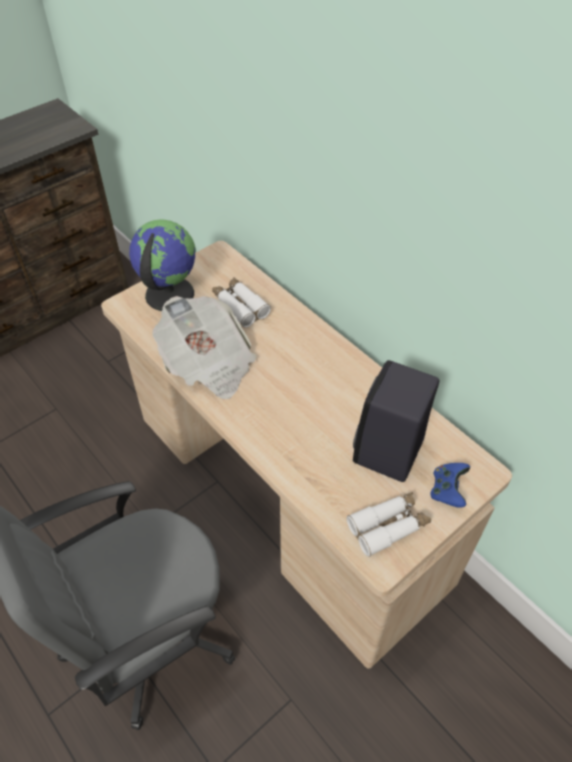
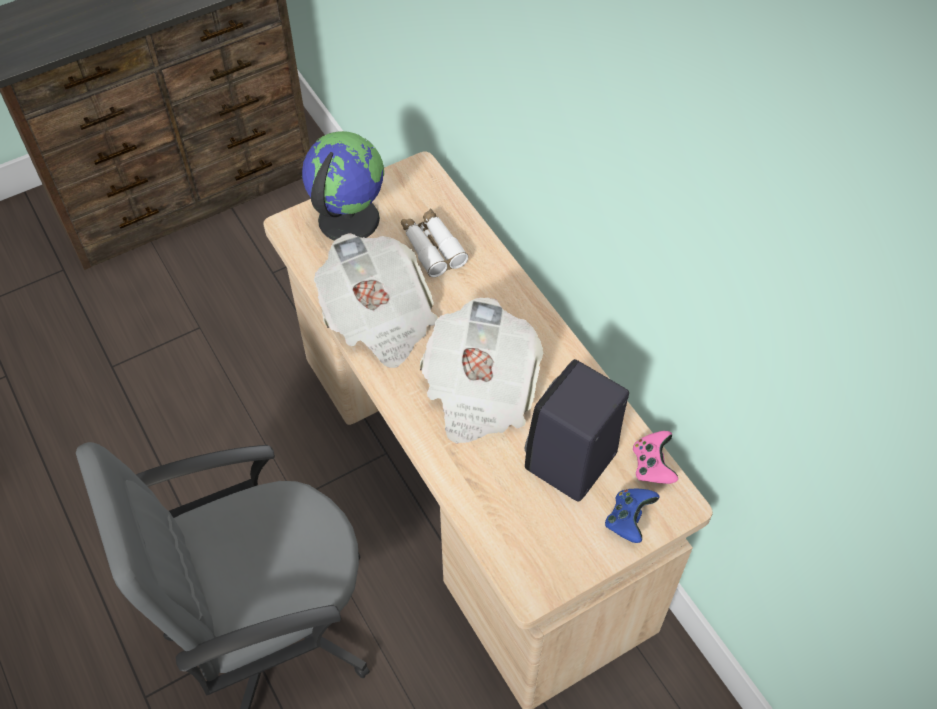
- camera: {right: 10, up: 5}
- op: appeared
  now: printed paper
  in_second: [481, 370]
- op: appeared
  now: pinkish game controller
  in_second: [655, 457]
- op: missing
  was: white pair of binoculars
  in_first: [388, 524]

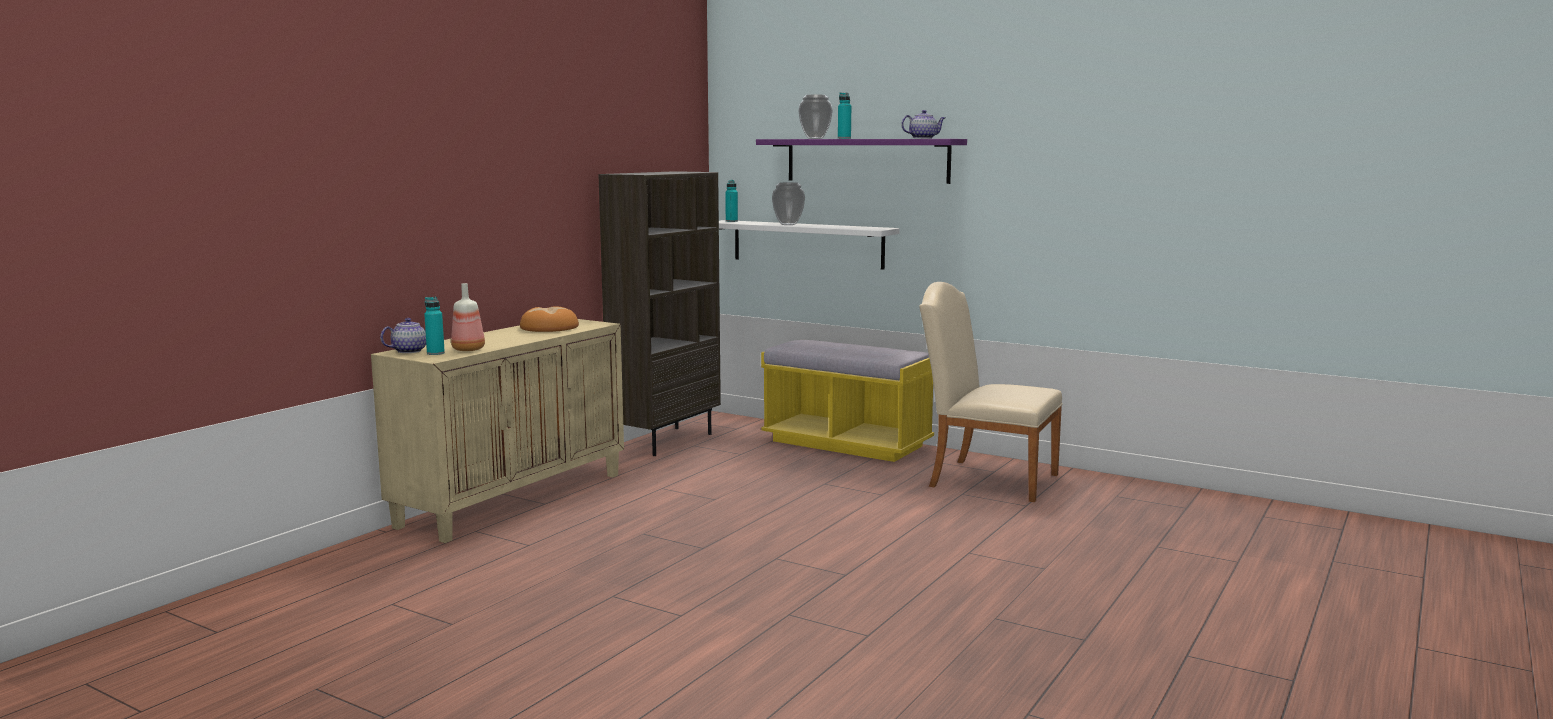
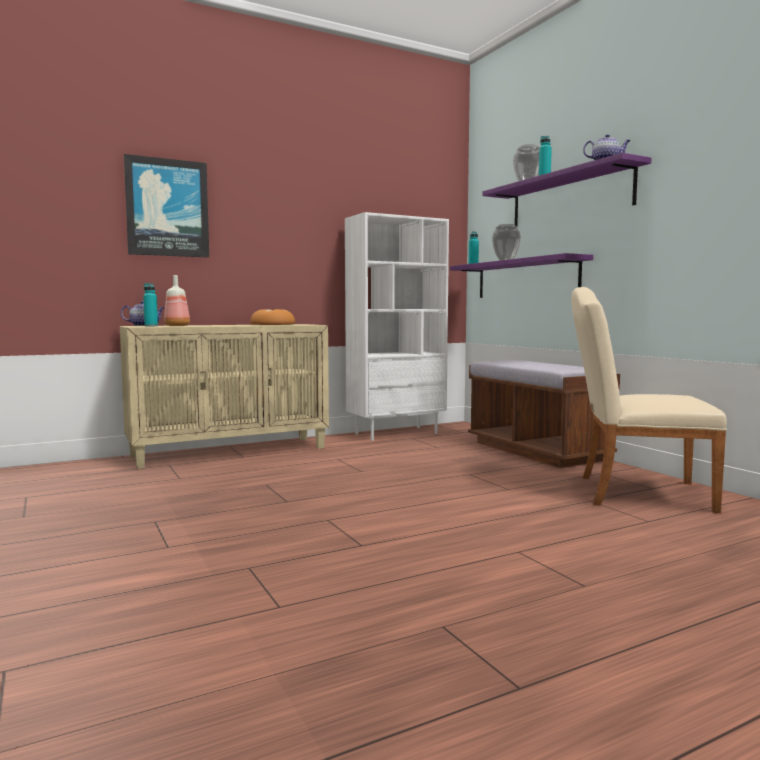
- camera: {right: 30, up: -5}
- op: appeared
  now: picture
  in_second: [166, 206]
- op: colour
  was: brown-coloured bookcase
  now: white bookcase
  in_first: [659, 313]
  in_second: [397, 326]
- op: colour
  was: white bracket shelf
  now: purple bracket shelf
  in_first: [809, 245]
  in_second: [521, 275]
- op: colour
  was: yellowish bench
  now: brown-coloured bench
  in_first: [847, 401]
  in_second: [544, 414]
- op: spun
  was: beige upright chair
  in_first: [990, 392]
  in_second: [649, 400]
  clockwise: -45

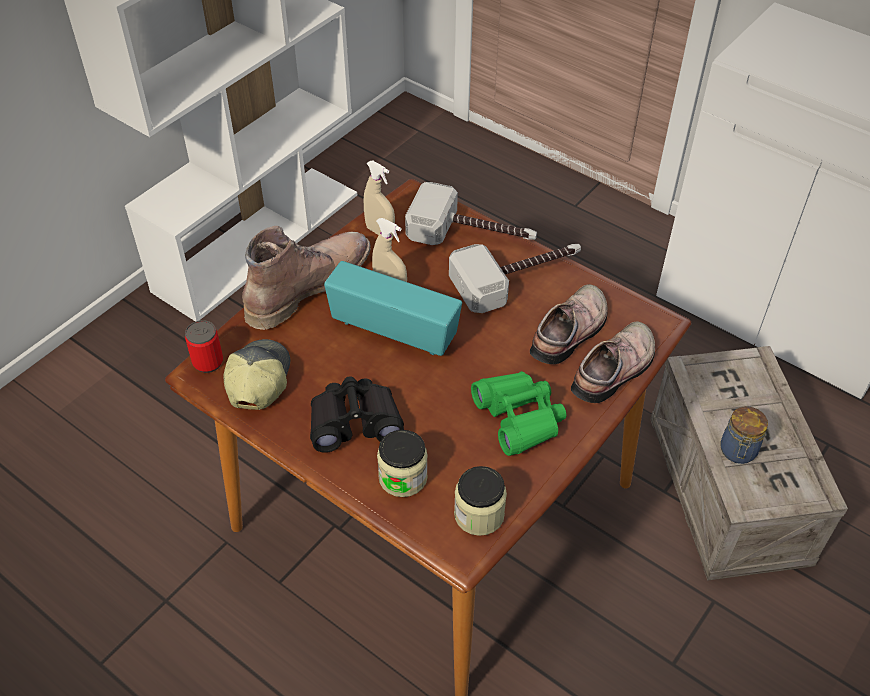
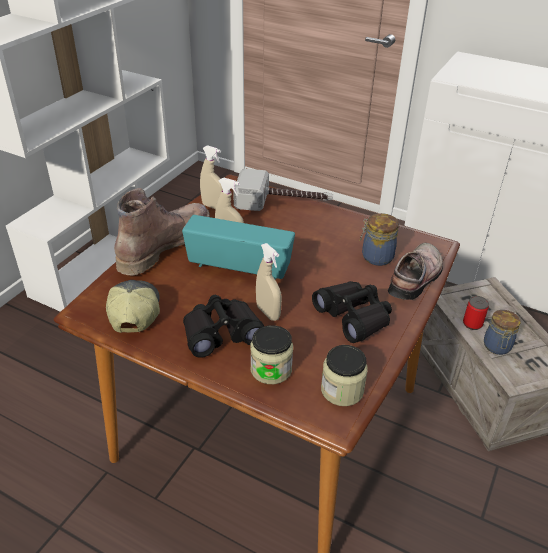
- camera: {right: -10, up: -10}
- op: appeared
  now: beige hand sprayer
  in_second: [269, 282]
- op: colour
  was: greenish pair of binoculars
  now: black-coloured pair of binoculars
  in_first: [519, 413]
  in_second: [352, 312]
- op: exchanged
  was: item of footwear
  now: preserve jar
  in_first: [569, 324]
  in_second: [379, 239]
- op: relocated
  was: can
  in_first: [204, 346]
  in_second: [476, 313]
- op: missing
  was: hand hammer
  in_first: [515, 278]

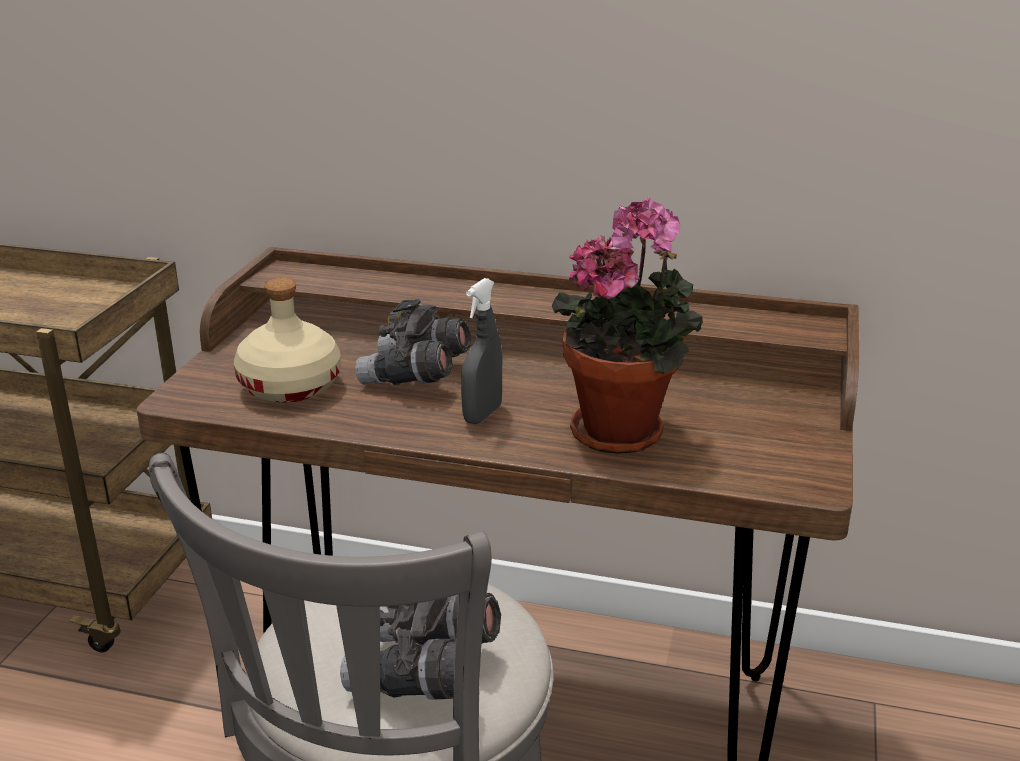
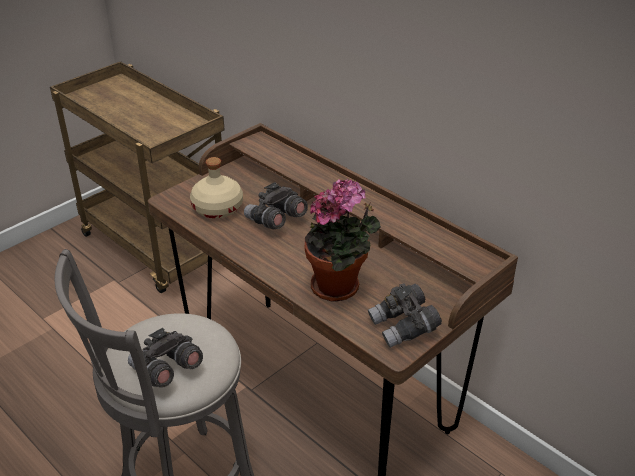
- camera: {right: 30, up: 10}
- op: appeared
  now: greyish pair of binoculars
  in_second: [405, 316]
- op: missing
  was: greyish hand sprayer
  in_first: [481, 351]

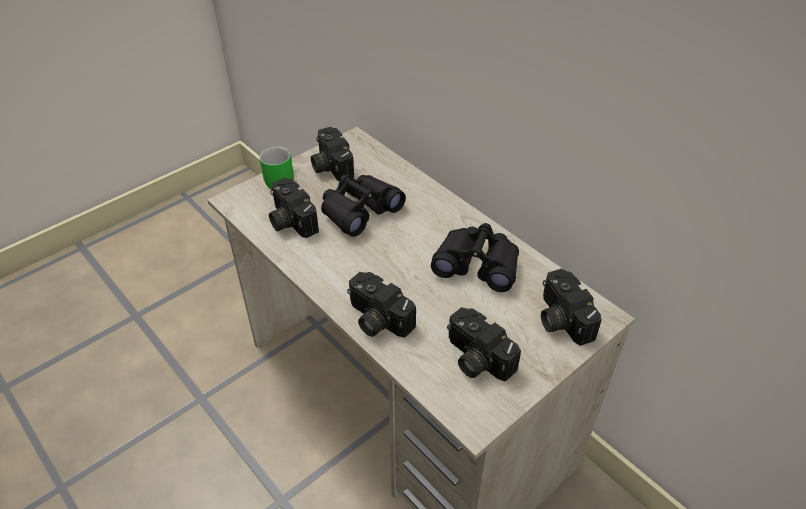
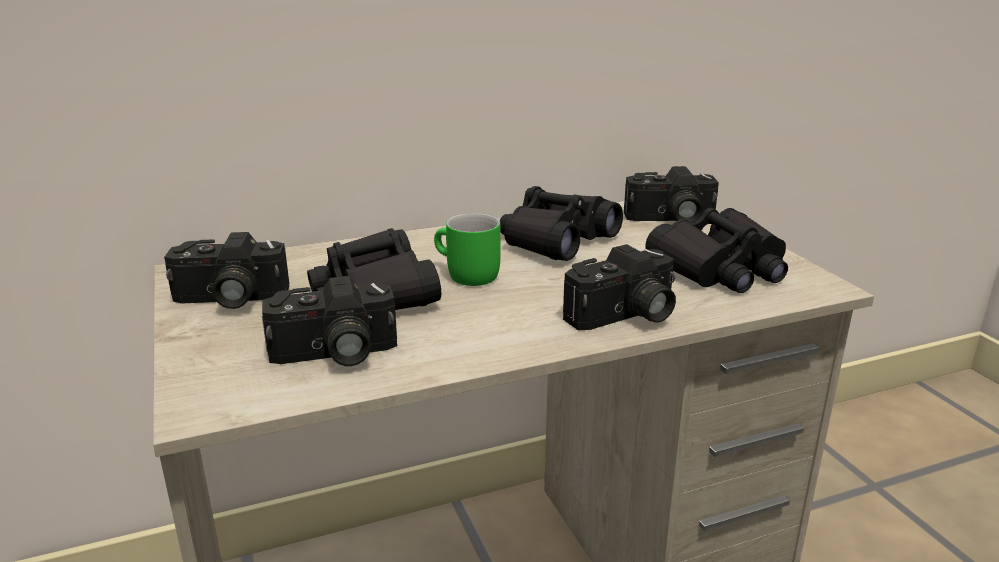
- camera: {right: -70, up: -20}
- op: relocated
  was: greenish mug
  in_first: [276, 168]
  in_second: [467, 249]
- op: exchanged
  was: still camera
  now: black-coloured pair of binoculars
  in_first: [484, 344]
  in_second: [716, 250]

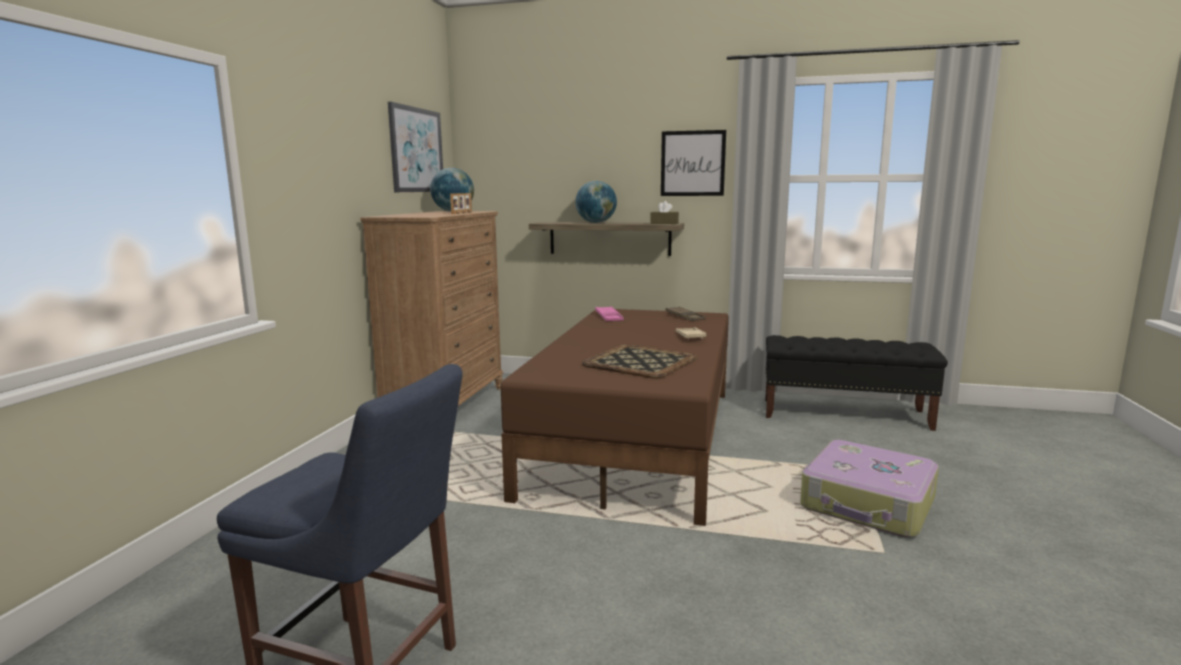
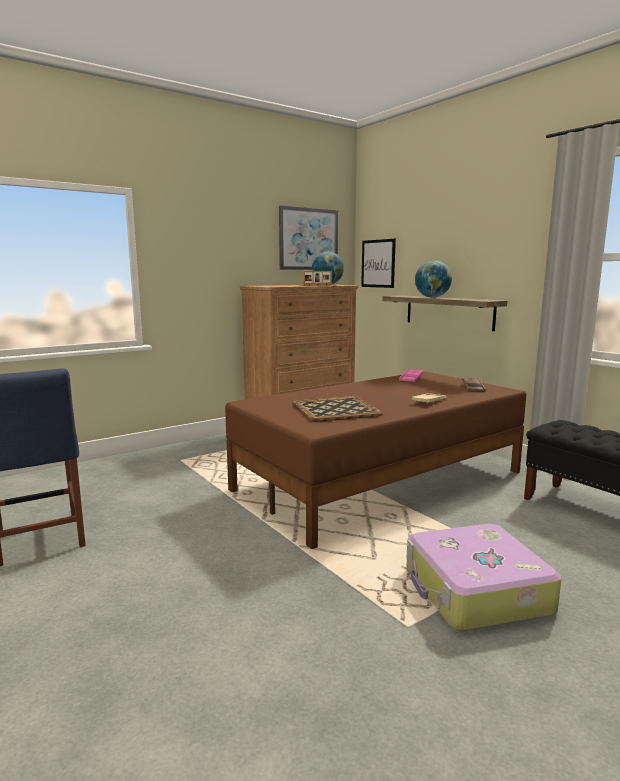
- camera: {right: 40, up: 0}
- op: relocated
  was: picture
  in_first: [693, 163]
  in_second: [378, 263]
- op: missing
  was: brown-coloured tissue holder
  in_first: [664, 212]

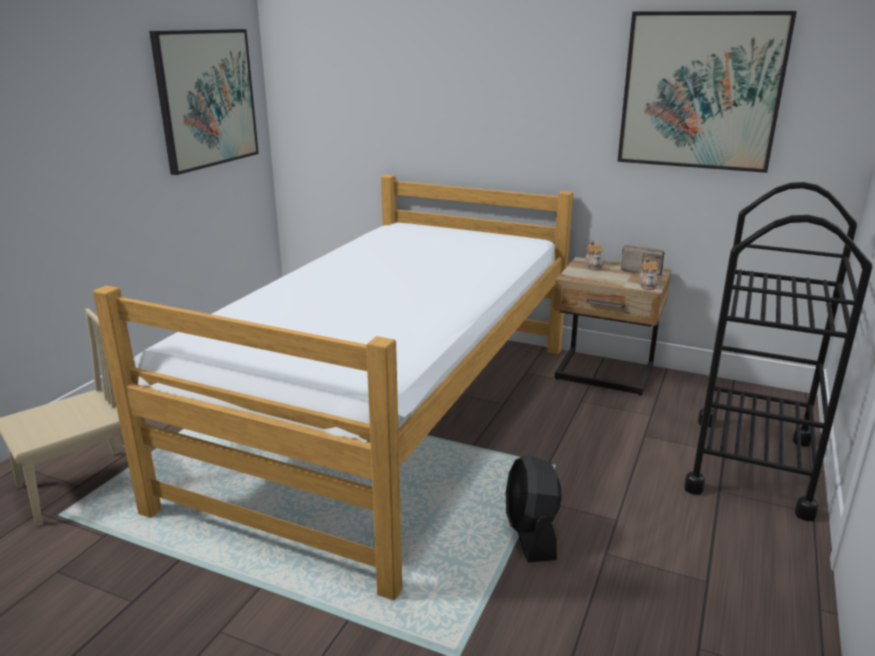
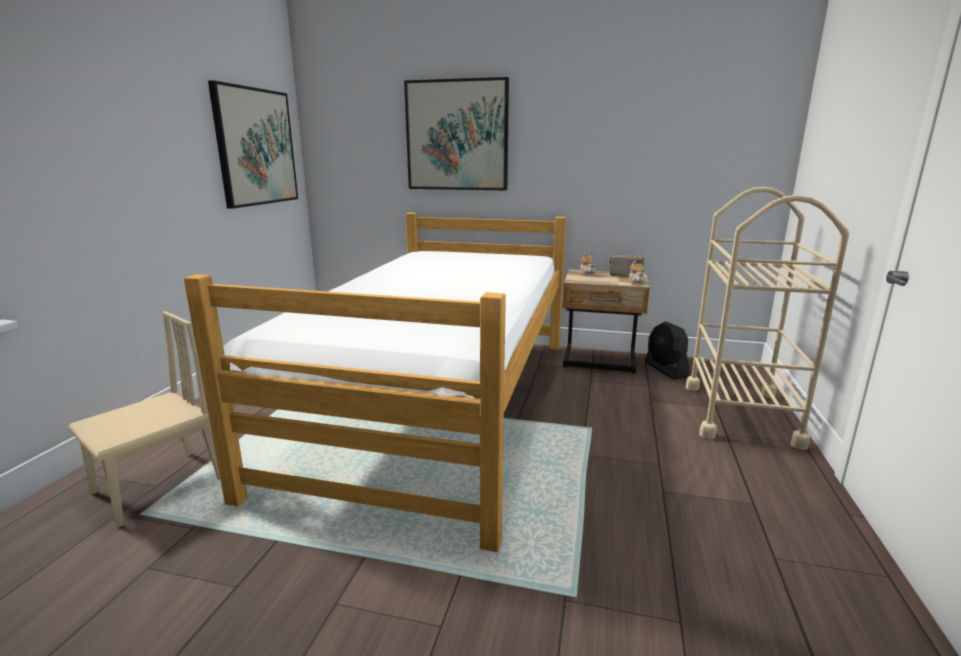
- camera: {right: -10, up: -5}
- op: relocated
  was: picture
  in_first: [707, 92]
  in_second: [456, 133]
- op: relocated
  was: black-coloured electric fan
  in_first: [534, 509]
  in_second: [667, 350]
- op: colour
  was: black-coloured cart
  now: beige cart
  in_first: [778, 351]
  in_second: [767, 318]

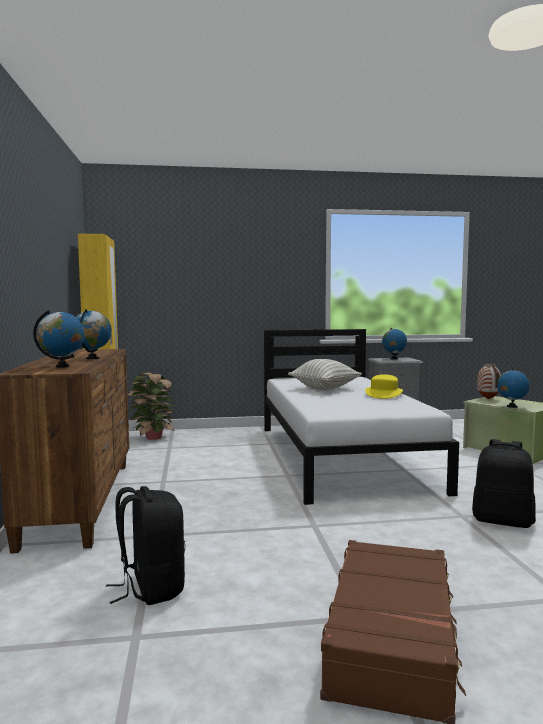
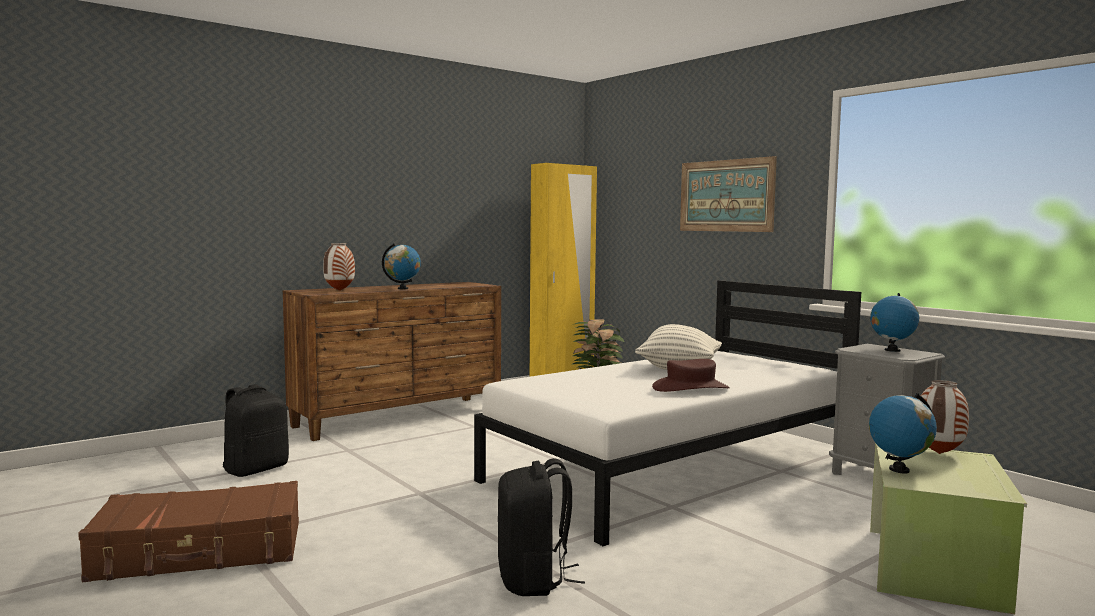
- camera: {right: 60, up: 0}
- op: exchanged
  was: desk globe
  now: decorative vase
  in_first: [58, 339]
  in_second: [339, 267]
- op: colour
  was: yellowish wearable hat
  now: brown-coloured wearable hat
  in_first: [384, 386]
  in_second: [691, 375]
- op: appeared
  now: picture
  in_second: [728, 194]

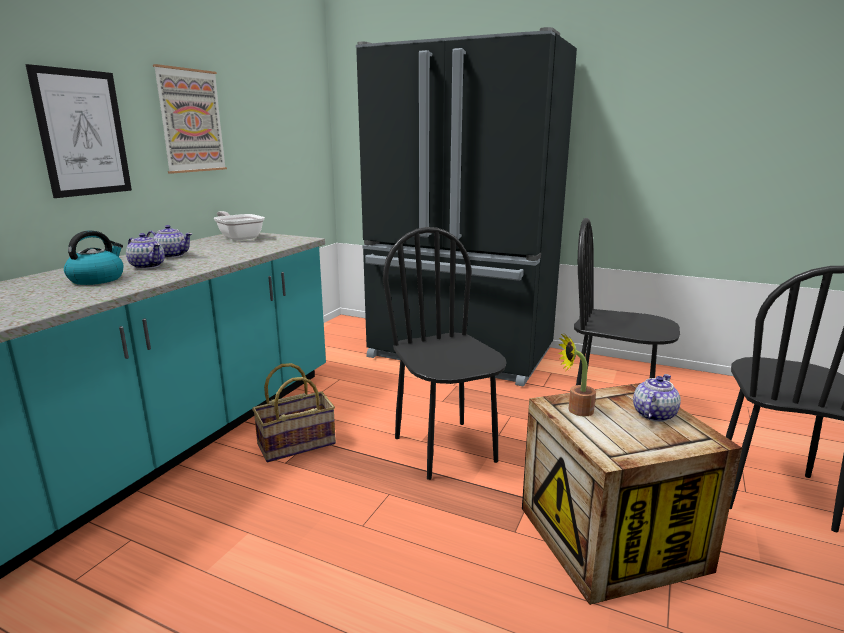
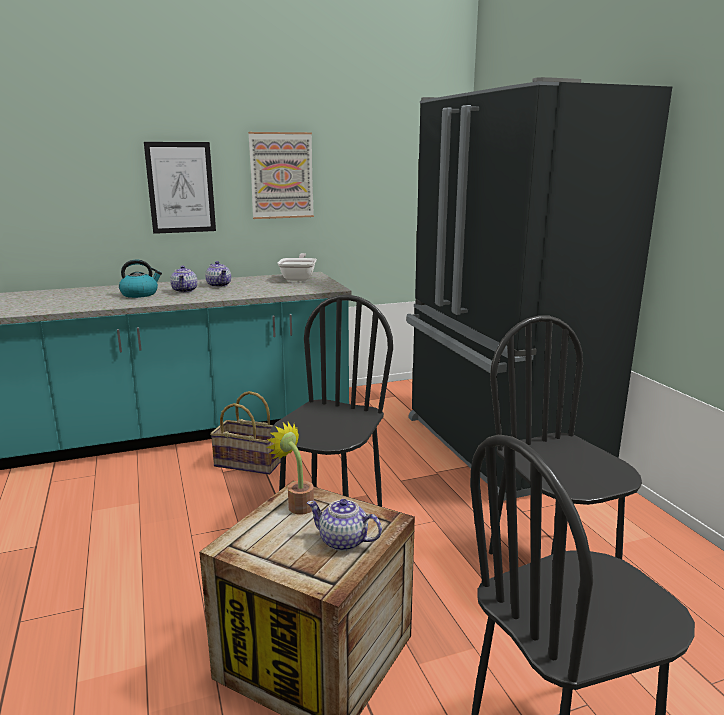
- camera: {right: 45, up: 0}
- op: spun
  was: tea pot
  in_first: [657, 398]
  in_second: [344, 525]
  clockwise: -150

